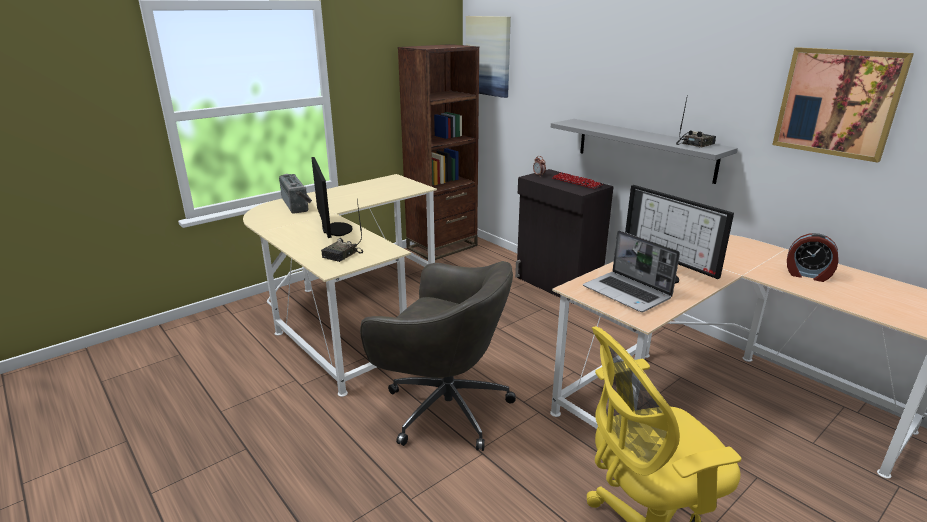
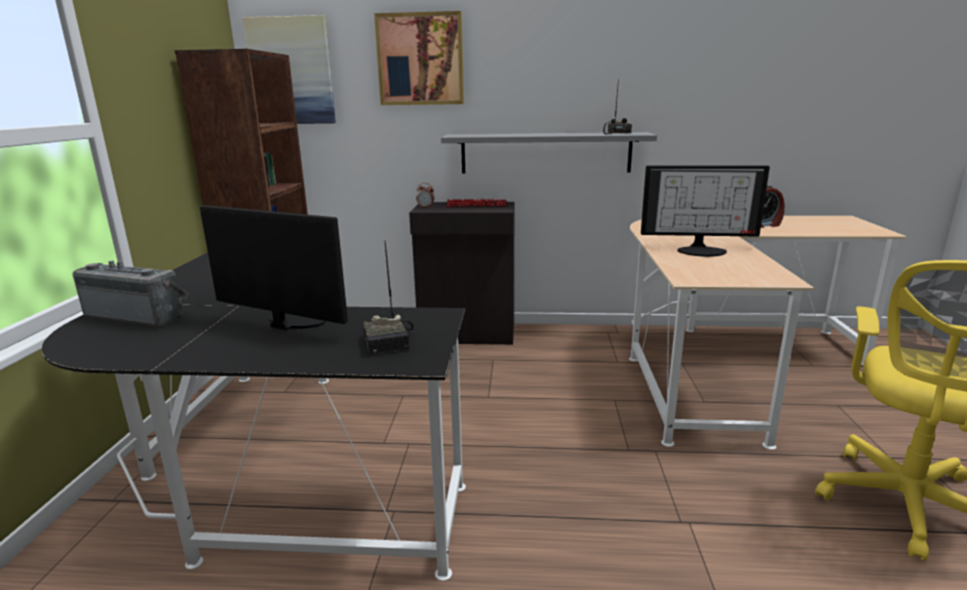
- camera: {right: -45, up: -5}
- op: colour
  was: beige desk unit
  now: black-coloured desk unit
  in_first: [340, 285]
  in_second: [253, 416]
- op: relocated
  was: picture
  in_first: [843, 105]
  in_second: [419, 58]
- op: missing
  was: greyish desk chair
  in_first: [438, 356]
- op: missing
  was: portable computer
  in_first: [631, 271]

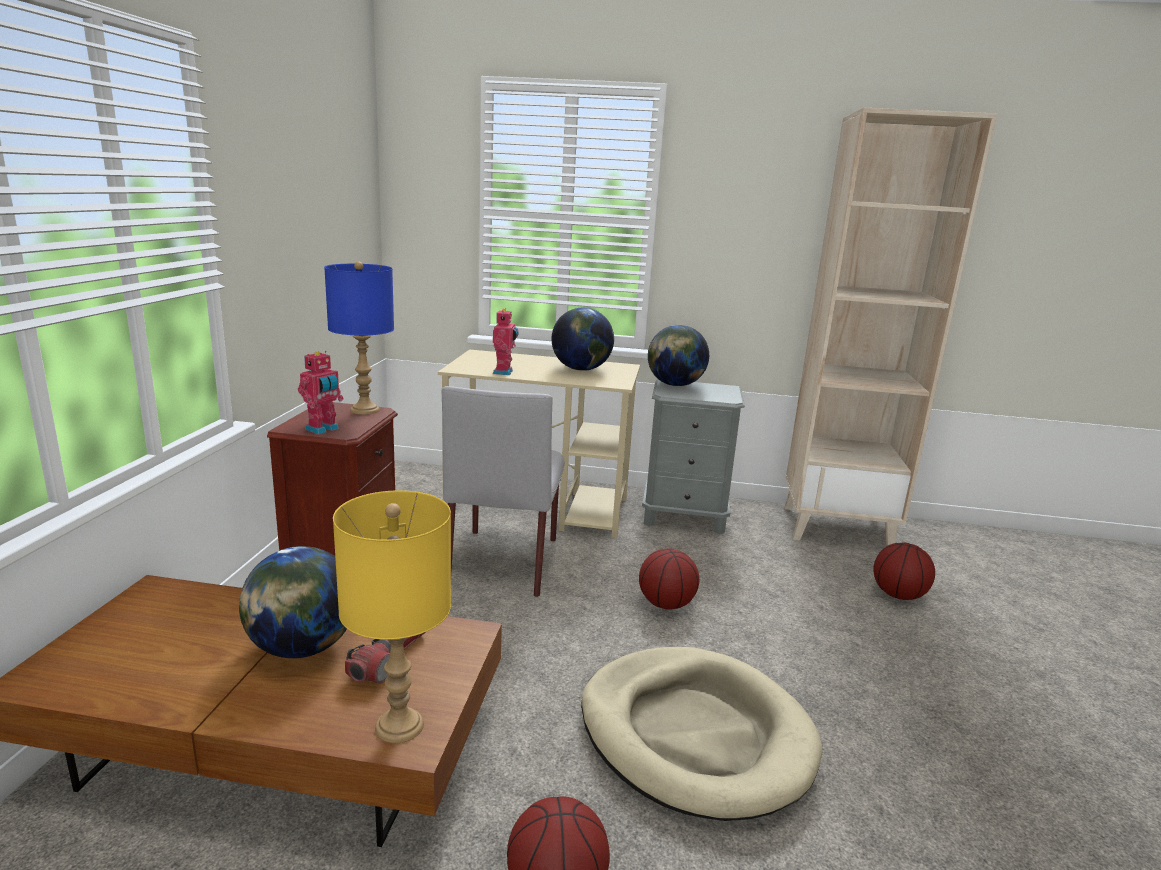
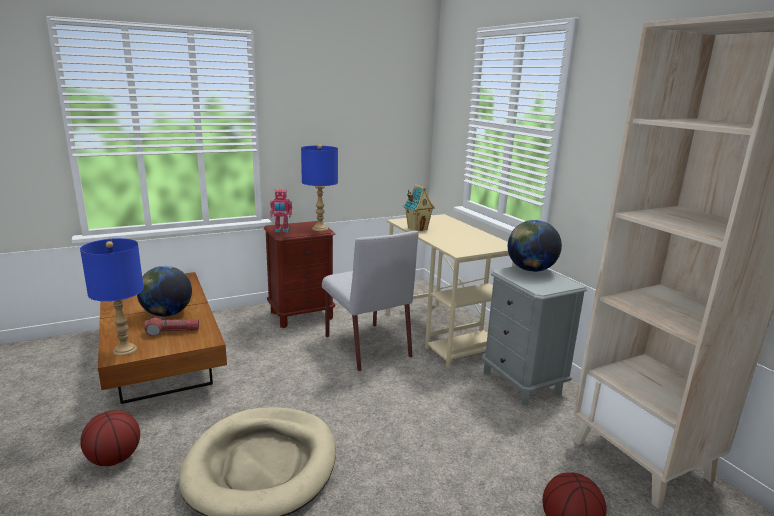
- camera: {right: 55, up: 0}
- op: colour
  was: yellowish tabletop lamp
  now: blue tabletop lamp
  in_first: [392, 616]
  in_second: [112, 297]
- op: spun
  was: greyish upright chair
  in_first: [503, 491]
  in_second: [370, 301]
  clockwise: -90
- op: exchanged
  was: toy robot
  now: miniature house
  in_first: [506, 341]
  in_second: [419, 207]
- op: missing
  was: desk globe
  in_first: [583, 339]
- op: missing
  was: basketball ball
  in_first: [669, 579]

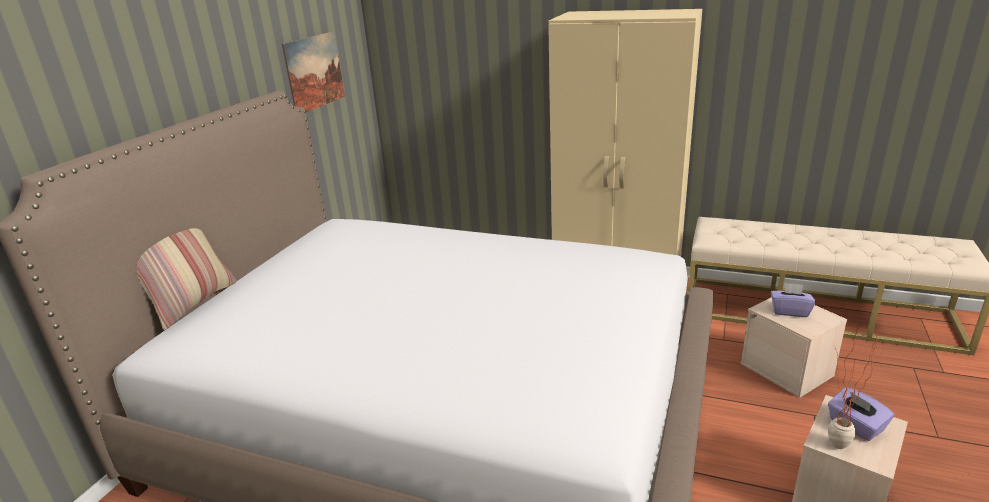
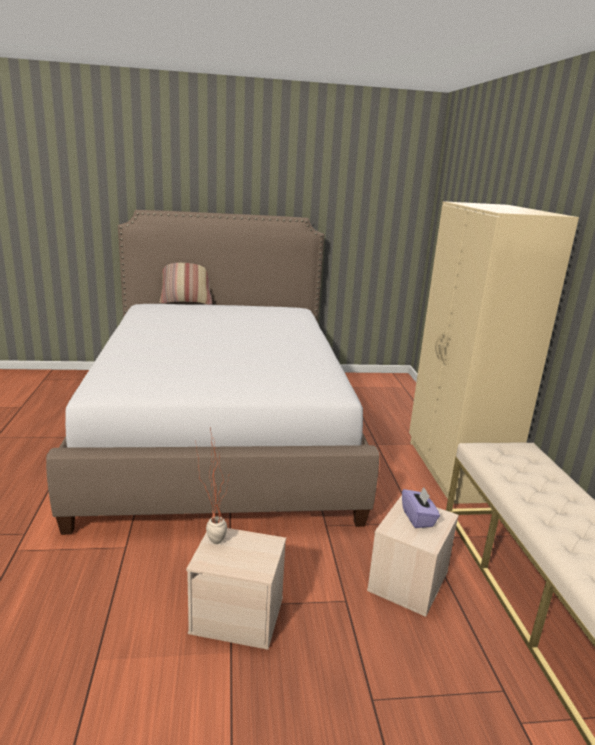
- camera: {right: 60, up: -5}
- op: missing
  was: picture
  in_first: [313, 71]
- op: missing
  was: purple tissue holder
  in_first: [861, 414]

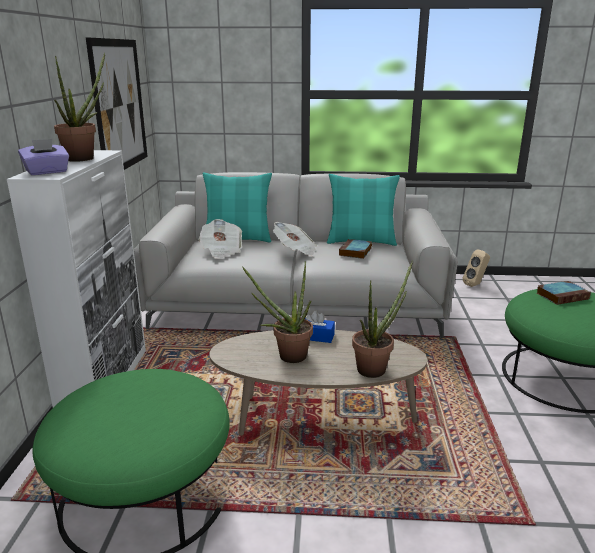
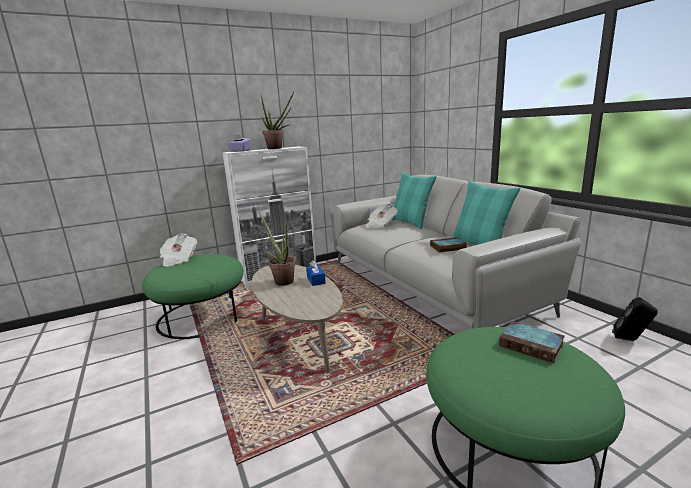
- camera: {right: 60, up: -5}
- op: relocated
  was: printed paper
  in_first: [295, 239]
  in_second: [178, 250]
- op: colour
  was: beige audio speaker
  now: black-coloured audio speaker
  in_first: [476, 268]
  in_second: [635, 319]
- op: missing
  was: picture
  in_first: [117, 103]
- op: missing
  was: houseplant
  in_first: [382, 319]

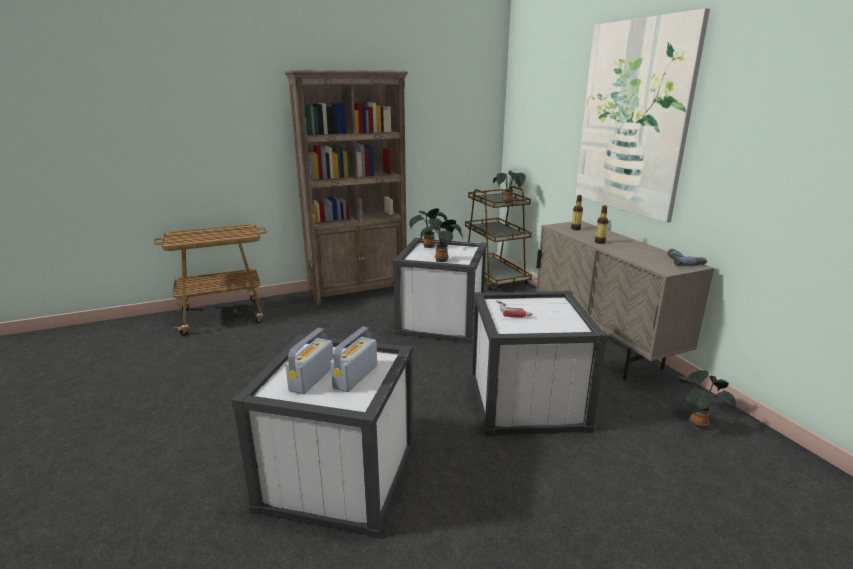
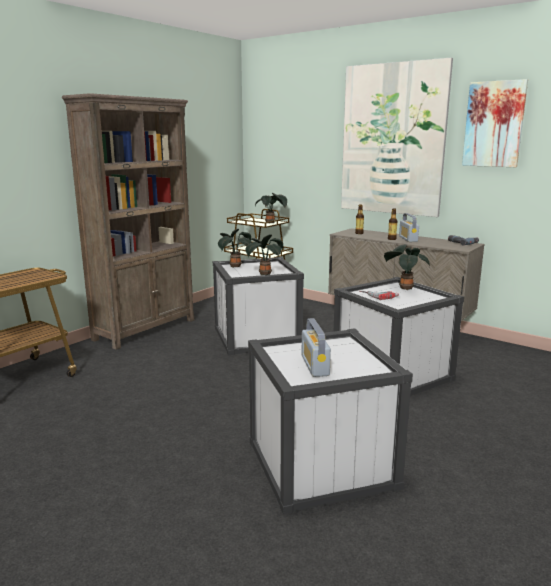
- camera: {right: -30, up: -5}
- op: relocated
  was: houseplant
  in_first: [706, 399]
  in_second: [407, 267]
- op: relocated
  was: radio receiver
  in_first: [354, 359]
  in_second: [409, 227]
- op: appeared
  now: picture
  in_second: [495, 123]

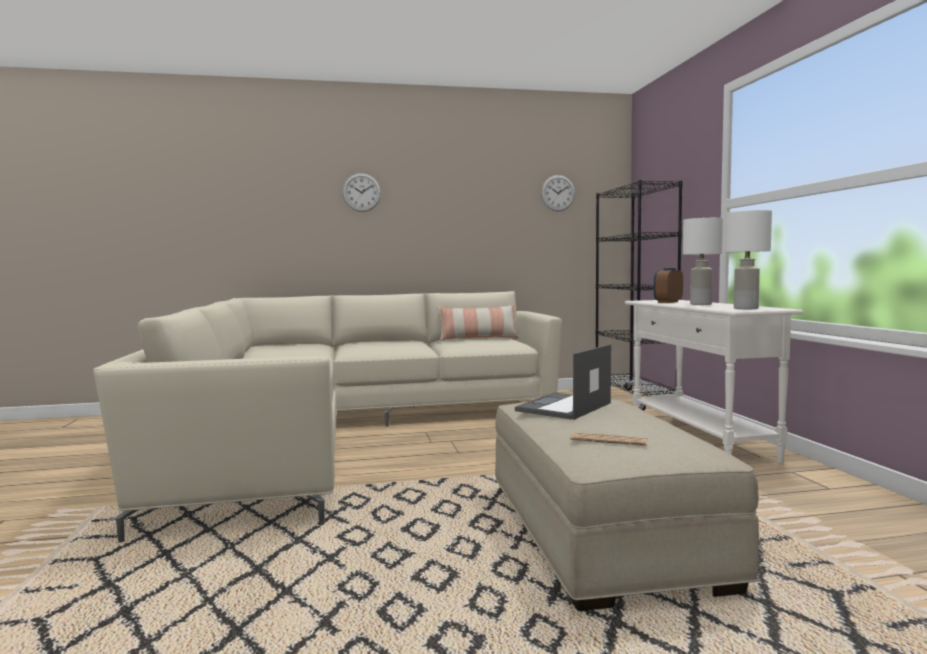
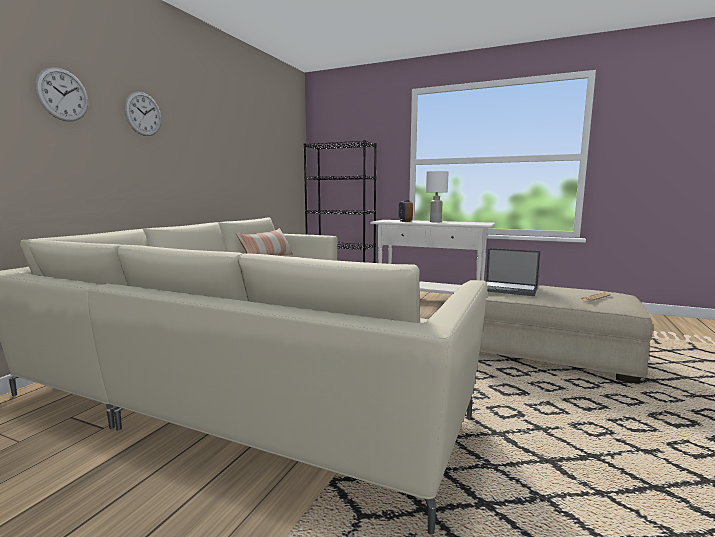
- camera: {right: -55, up: 5}
- op: relocated
  was: clock on the wall
  in_first: [558, 193]
  in_second: [61, 94]
- op: spun
  was: portable computer
  in_first: [563, 382]
  in_second: [513, 272]
  clockwise: -45
- op: missing
  was: white tabletop lamp
  in_first: [748, 259]

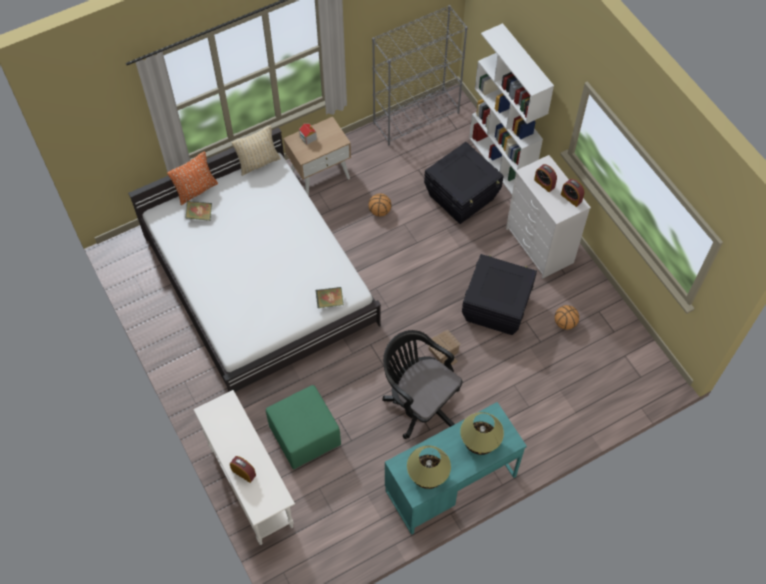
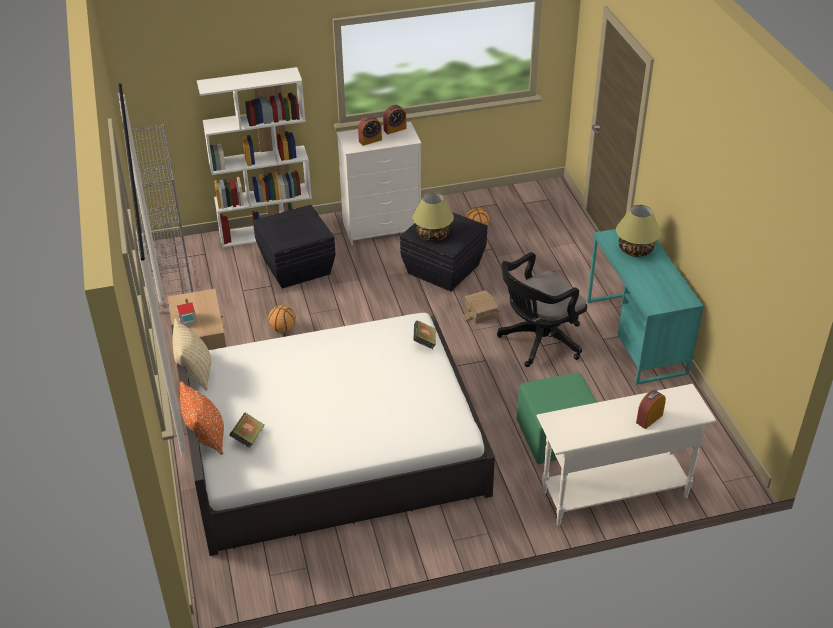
- camera: {right: -75, up: -20}
- op: relocated
  was: tabletop lamp
  in_first: [429, 467]
  in_second: [433, 216]

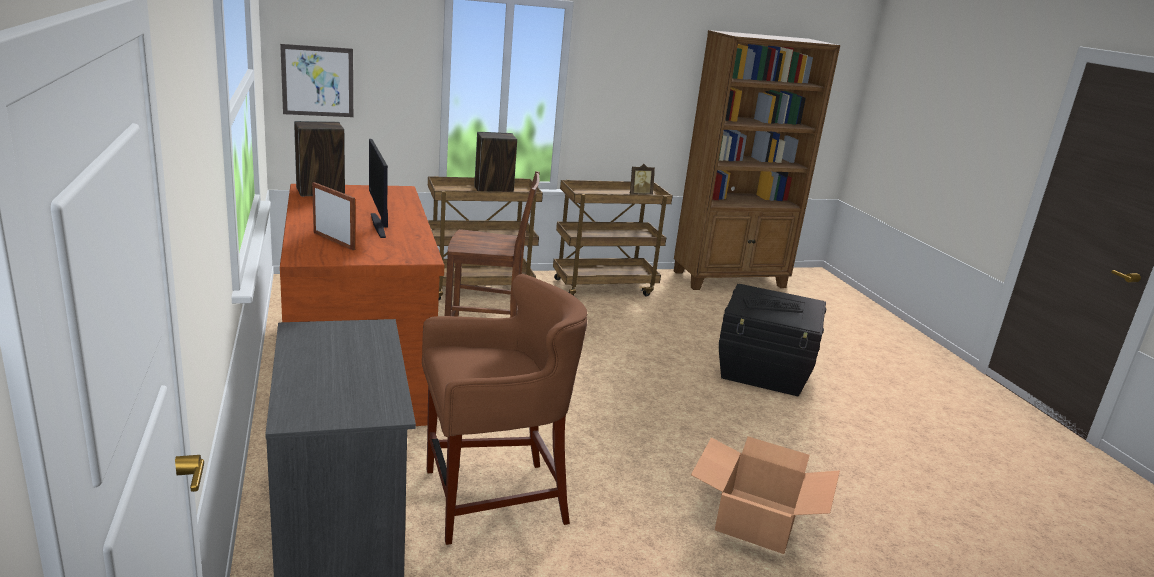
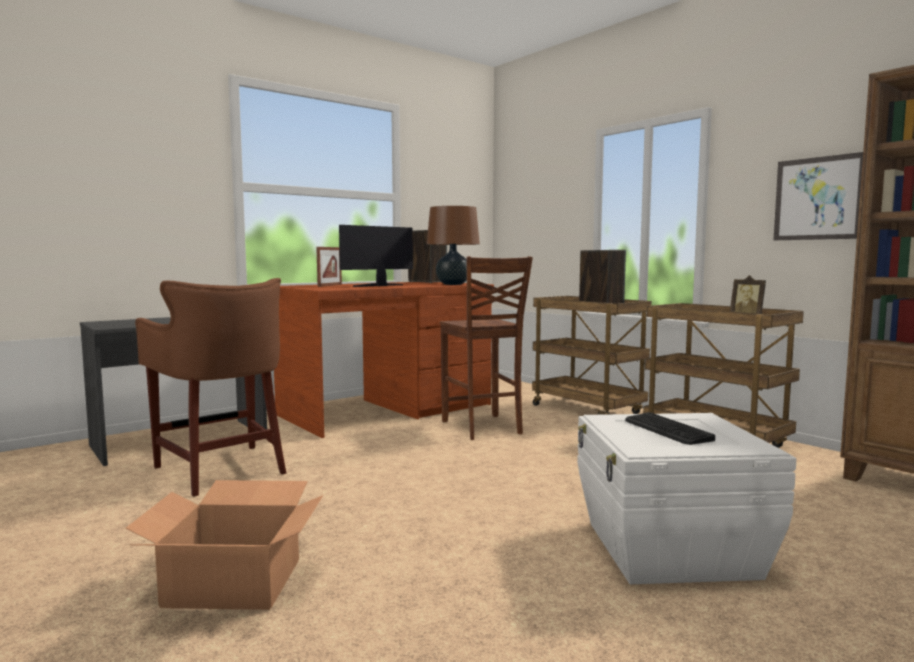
- camera: {right: 70, up: -15}
- op: appeared
  now: brown-coloured tabletop lamp
  in_second: [453, 245]
- op: colour
  was: black-coloured storage box
  now: white storage box
  in_first: [772, 340]
  in_second: [687, 498]
- op: relocated
  was: picture
  in_first: [316, 80]
  in_second: [818, 196]

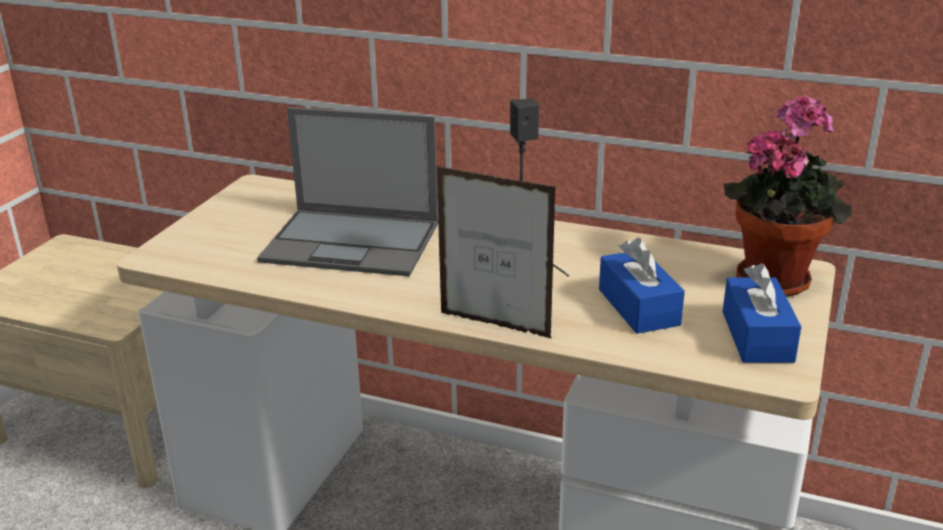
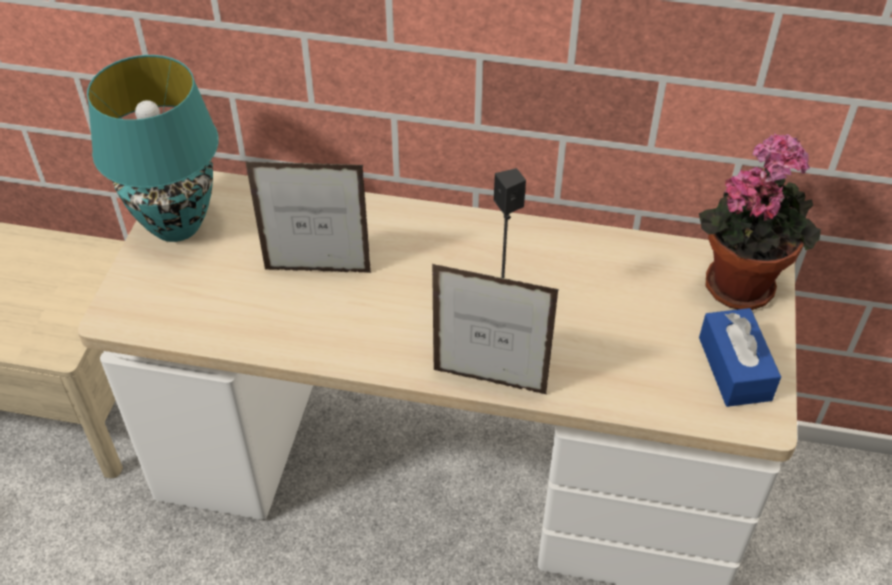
- camera: {right: -10, up: 20}
- op: appeared
  now: turquoise tabletop lamp
  in_second: [153, 148]
- op: exchanged
  was: portable computer
  now: picture frame
  in_first: [347, 191]
  in_second: [309, 217]
- op: missing
  was: blue tissue holder
  in_first: [642, 286]

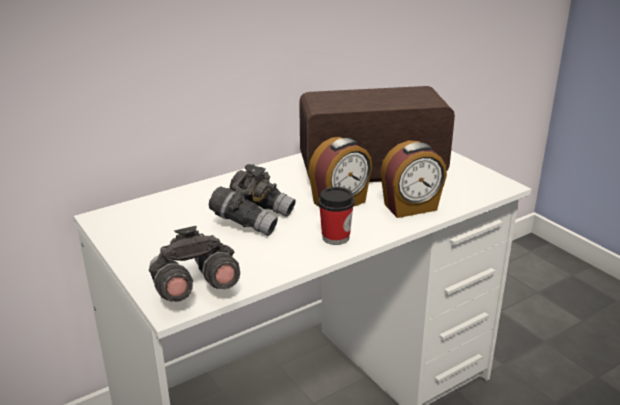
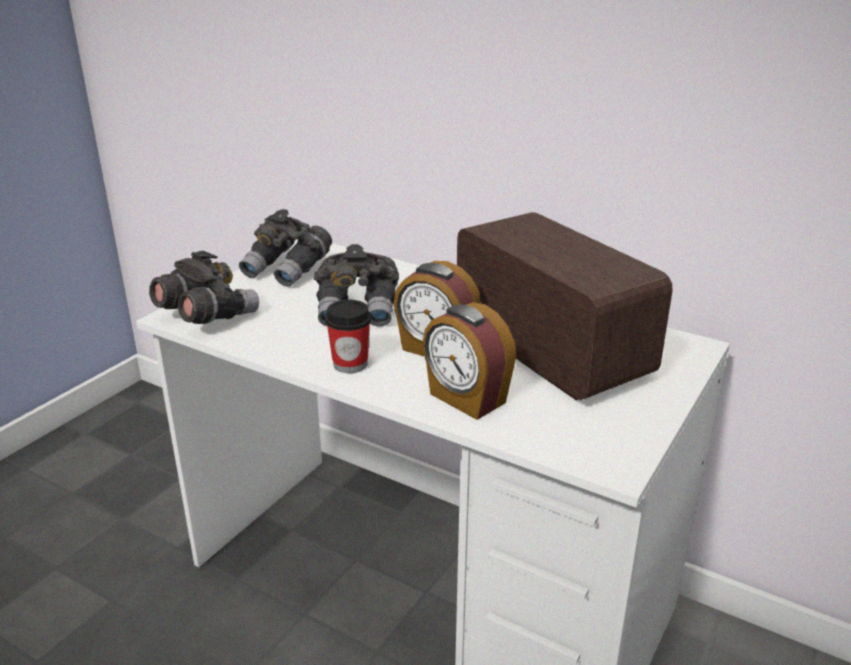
- camera: {right: 65, up: 0}
- op: appeared
  now: greyish pair of binoculars
  in_second: [285, 248]

